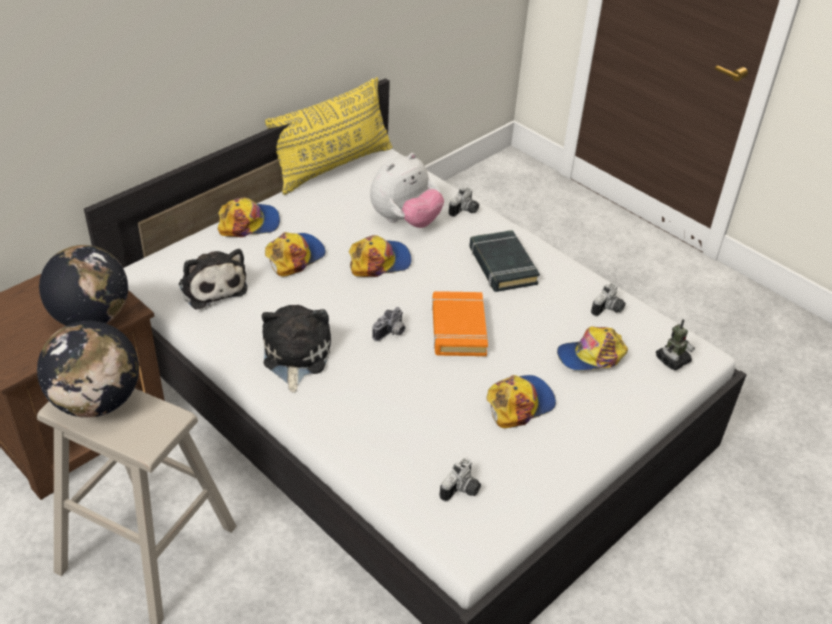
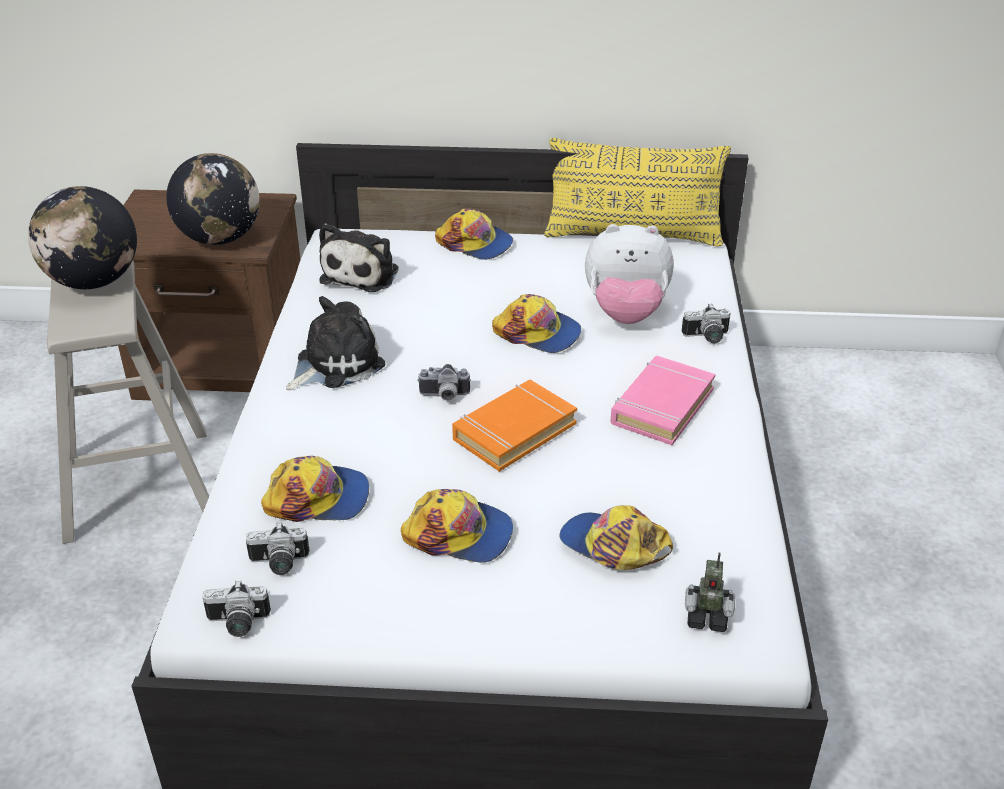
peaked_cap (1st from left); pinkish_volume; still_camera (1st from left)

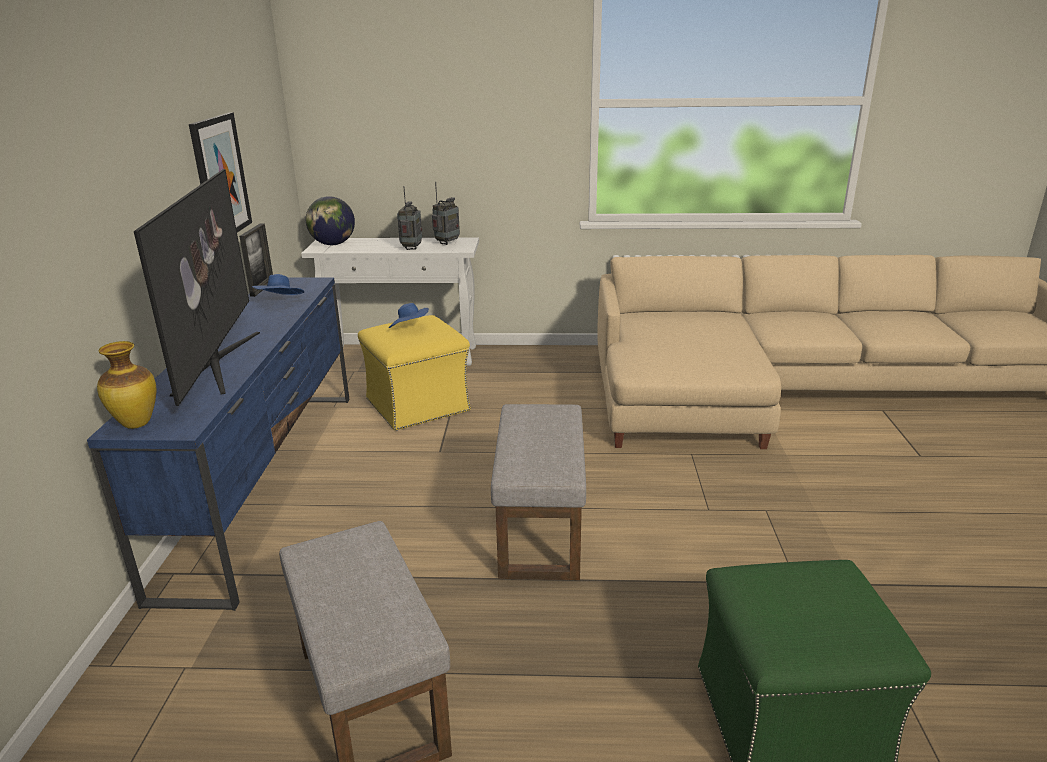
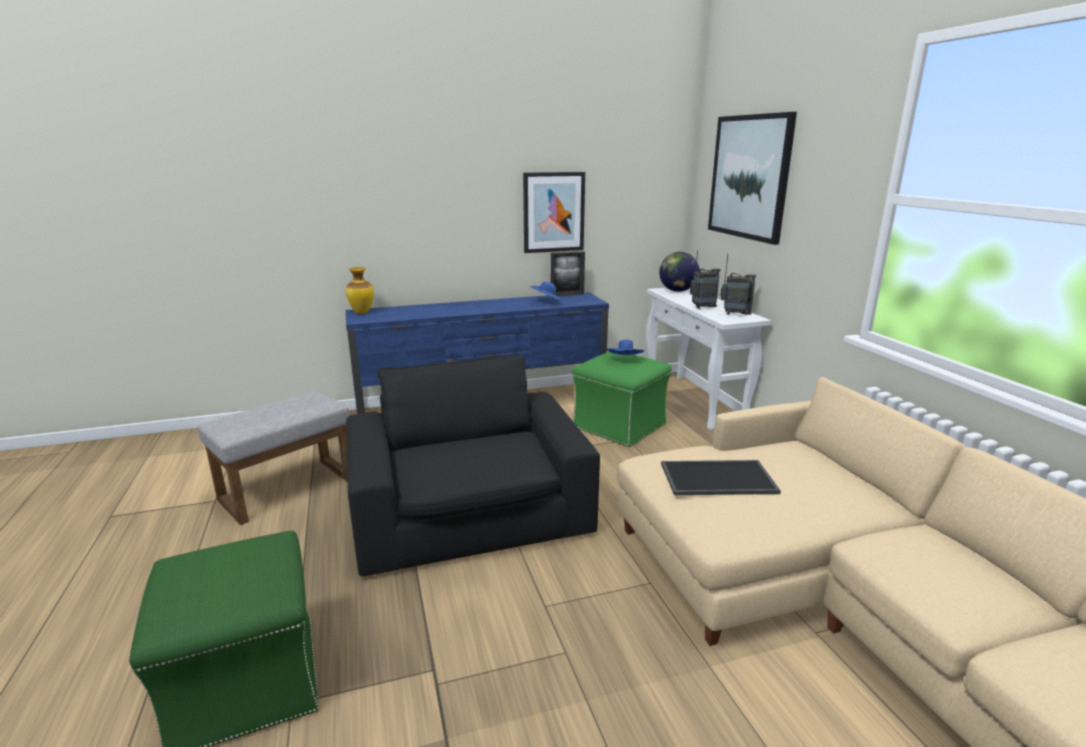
television; greenish_ottoman (2nd from left); black_lounge_chair; serving_tray; wall_art (2nd from left)

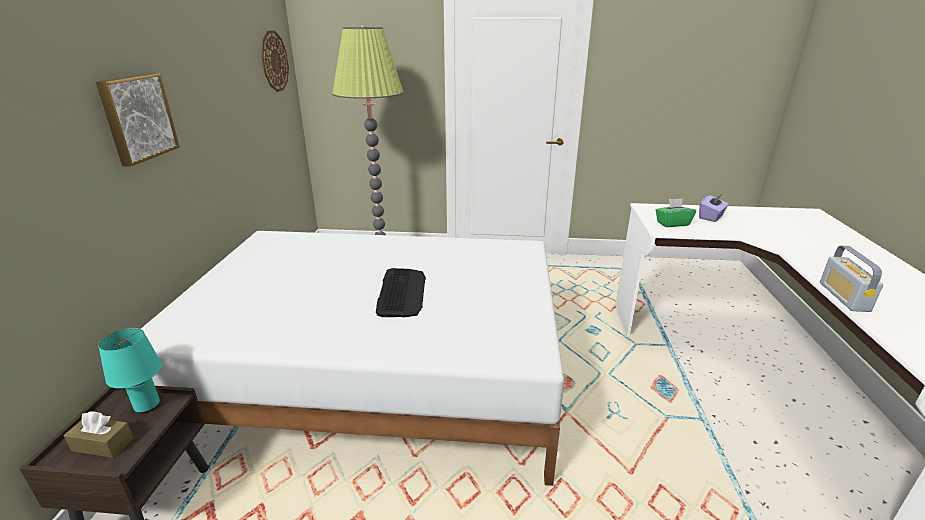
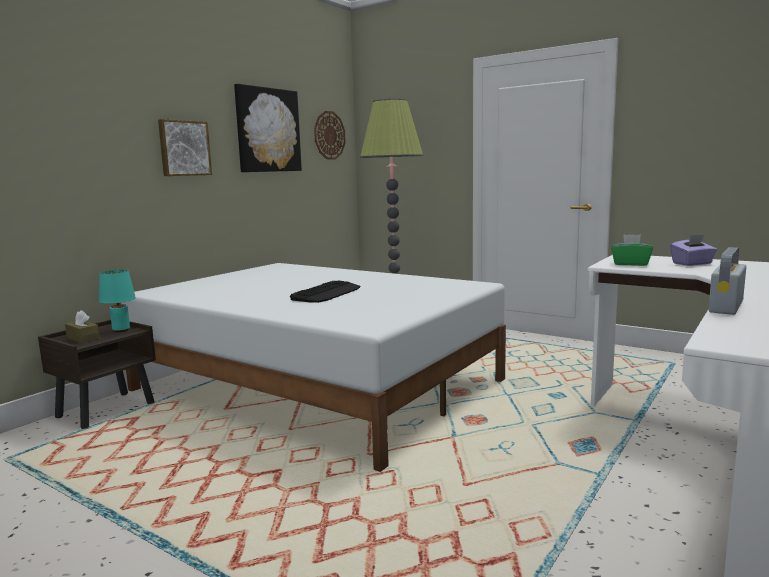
wall_art (2nd from left)

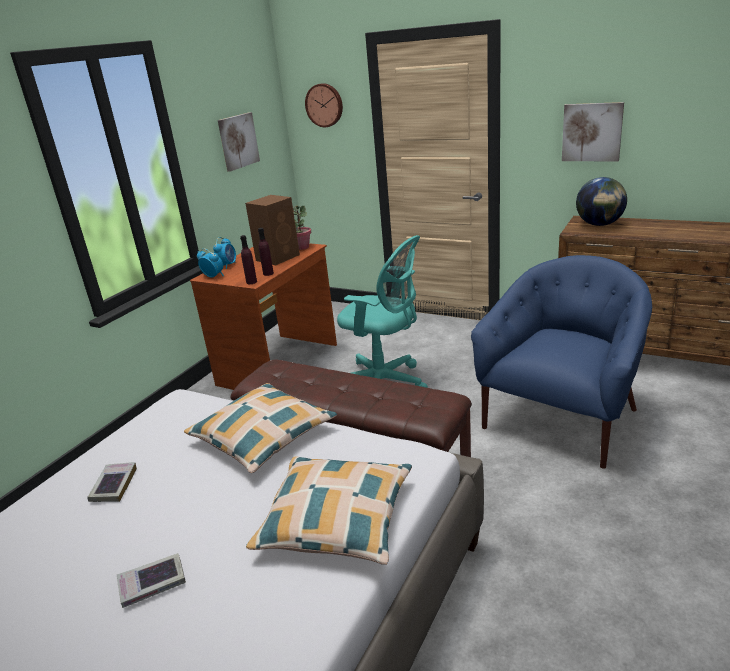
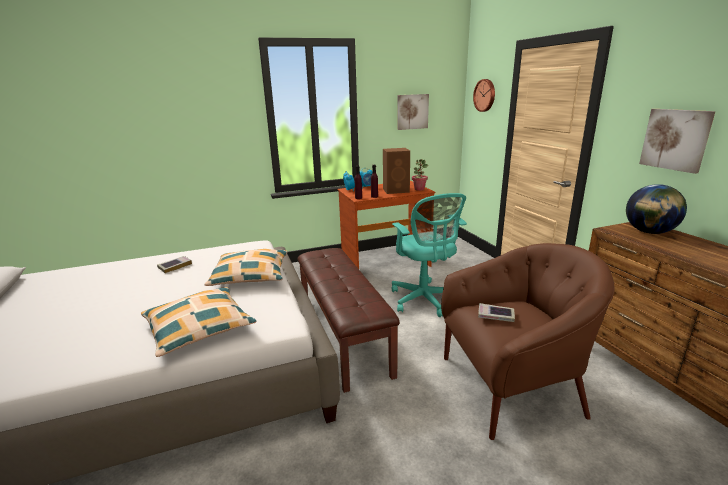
volume (2nd from left); brownish_lounge_chair

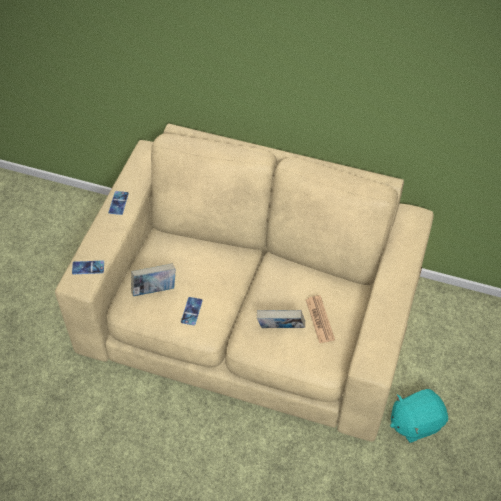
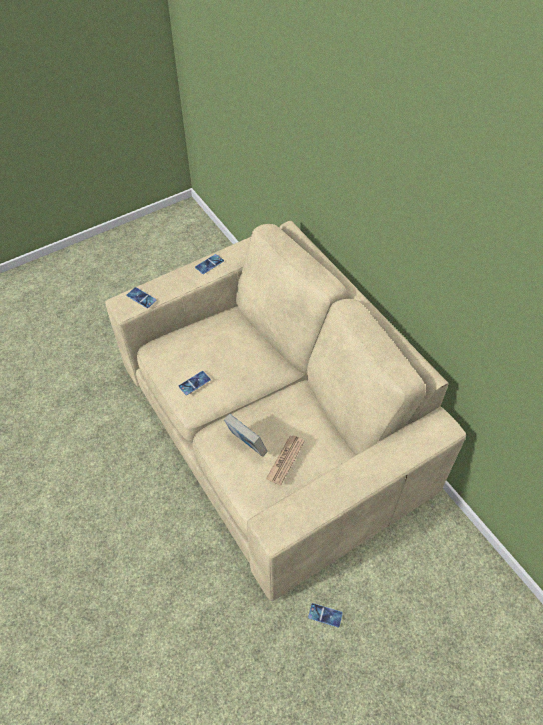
volume (1st from left in the first image); phone (4th from left)

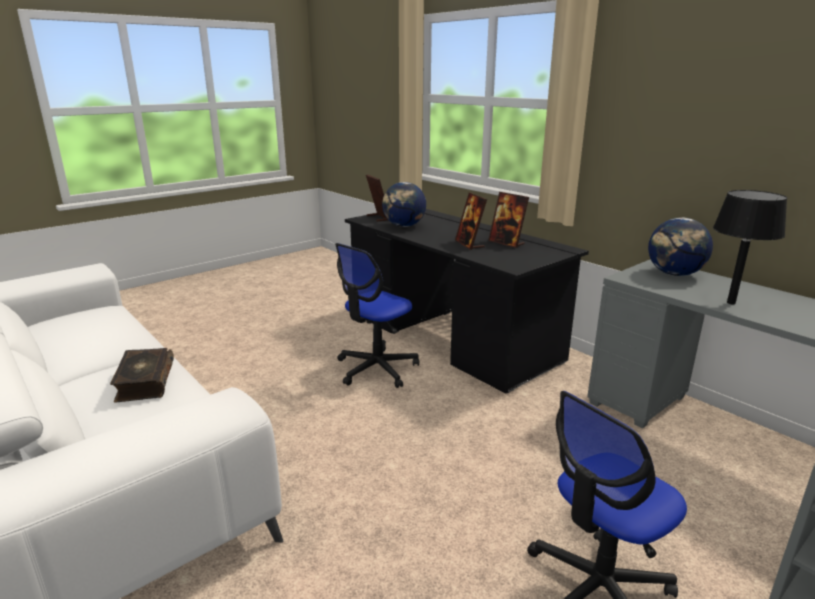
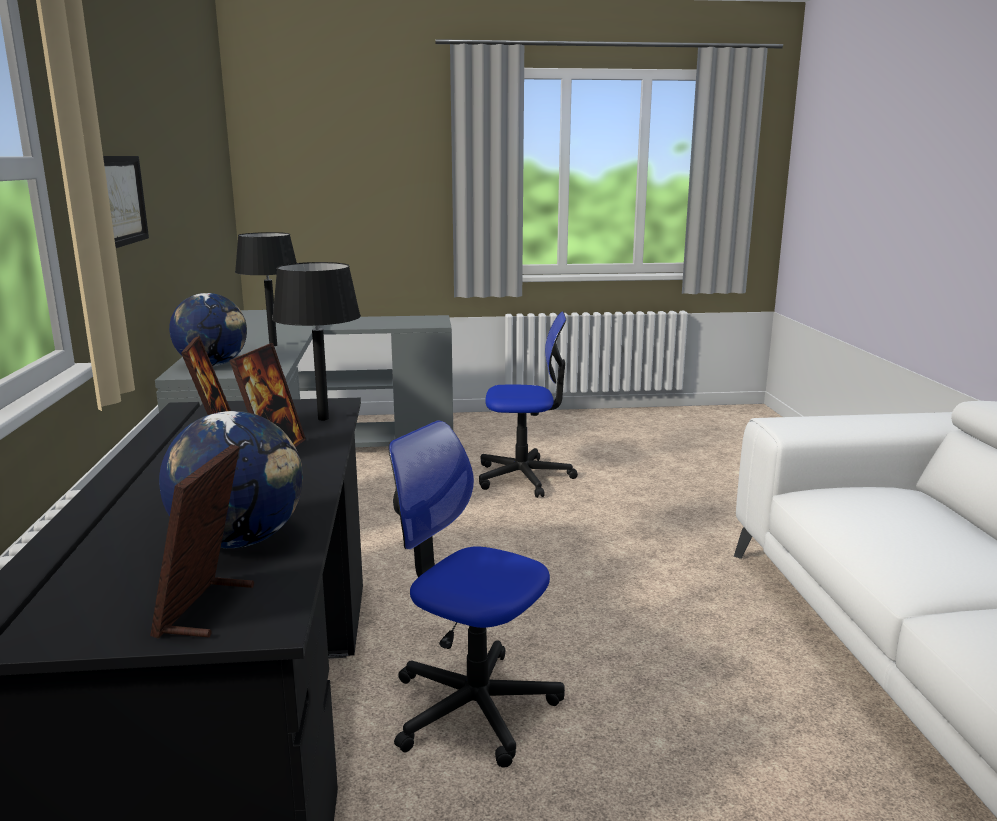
volume; office_chair (1st from left); wall_art; black_lamp_for_a_table (2nd from left)

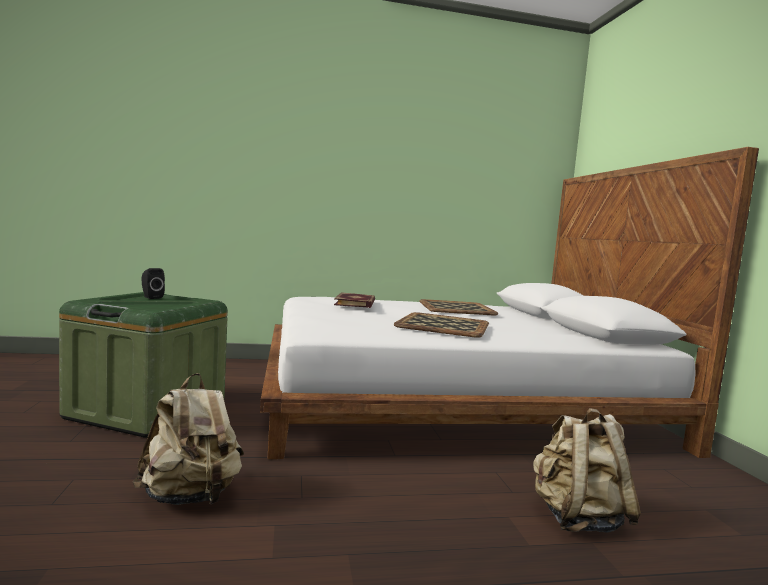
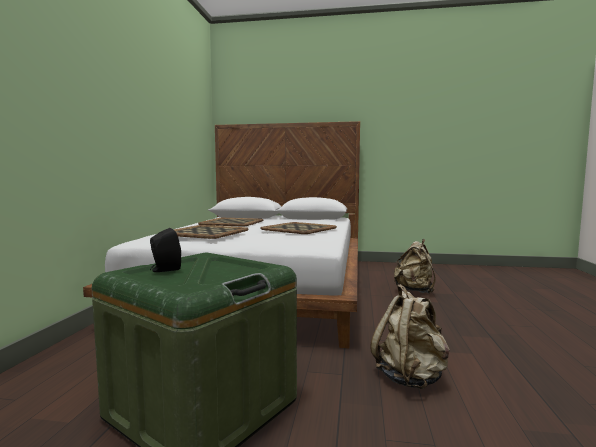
serving_tray (1st from left)

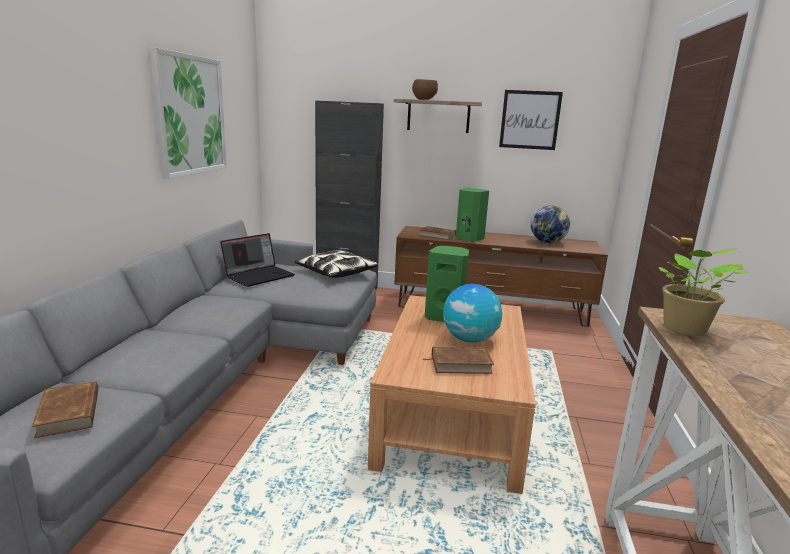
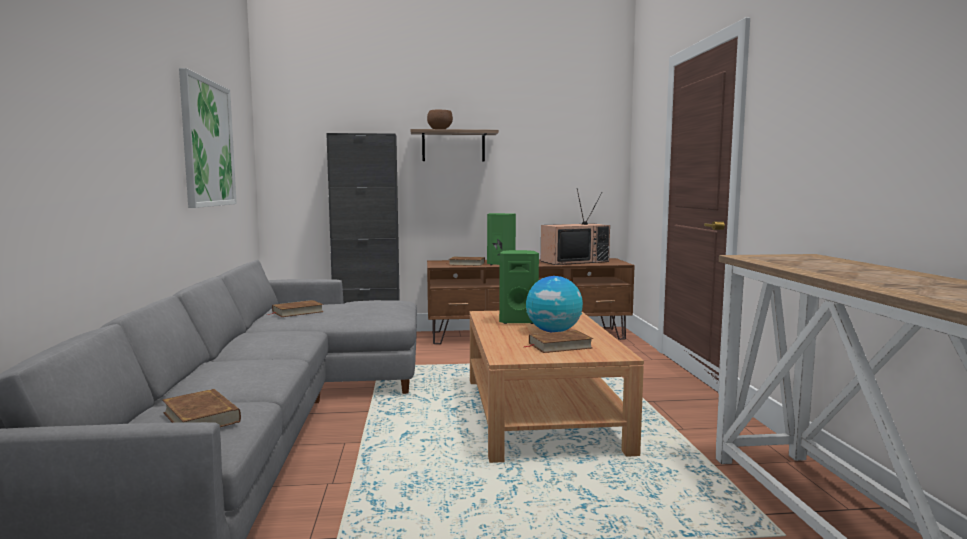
brownish_volume (2nd from left); pillow; wall_art (2nd from left in the first image); television; potted_plant

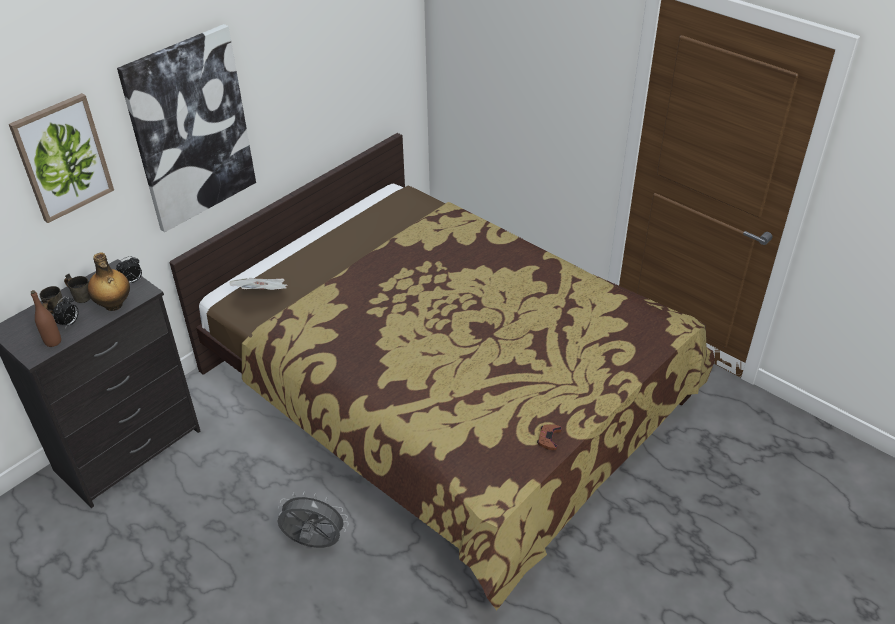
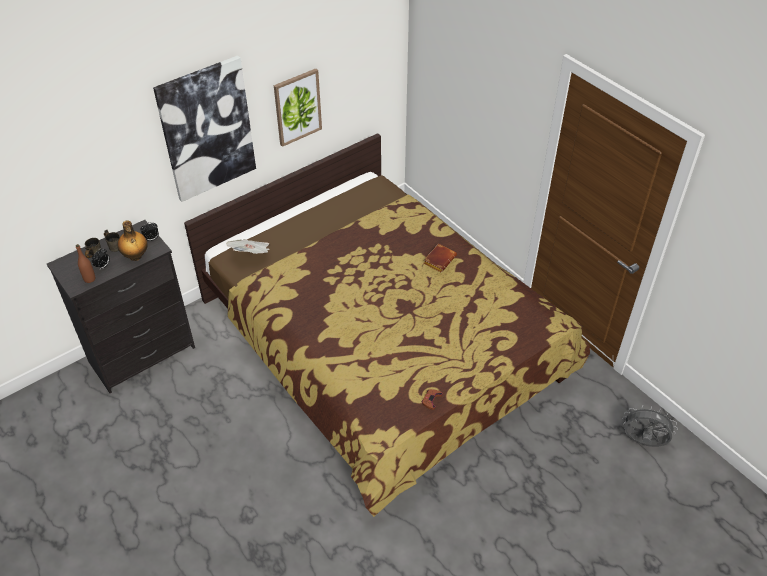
wall_art (2nd from left); grey_fan; brownish_volume

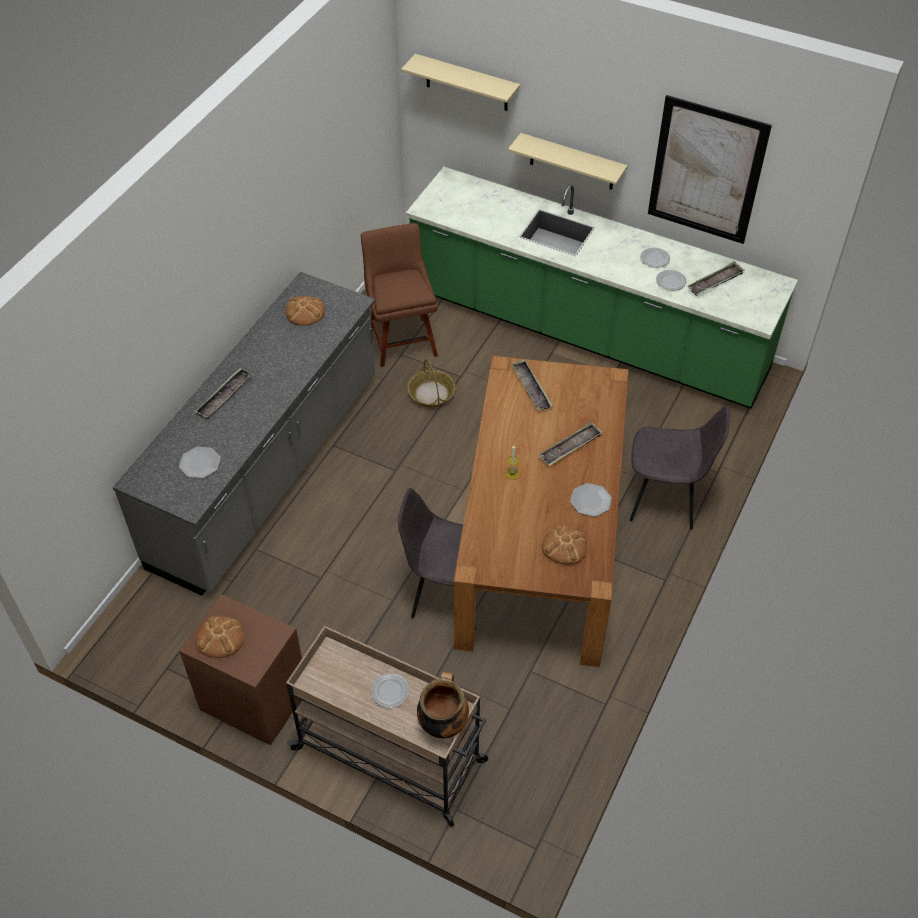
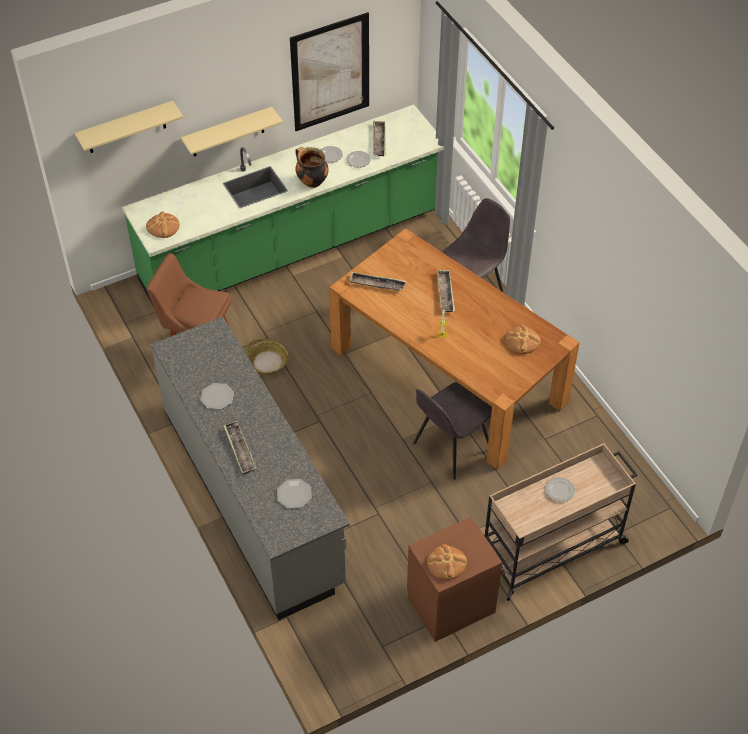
baked_bread (1st from left); stockpot; plate (1st from left)

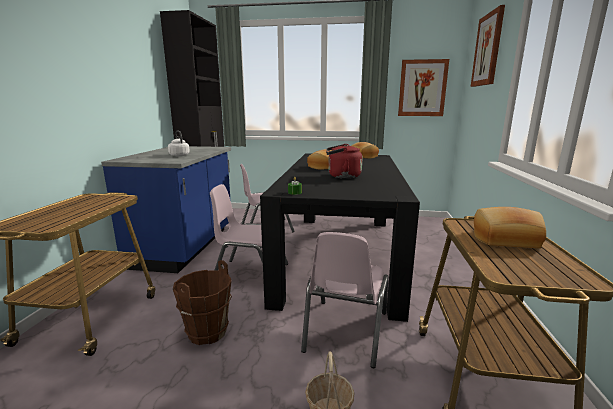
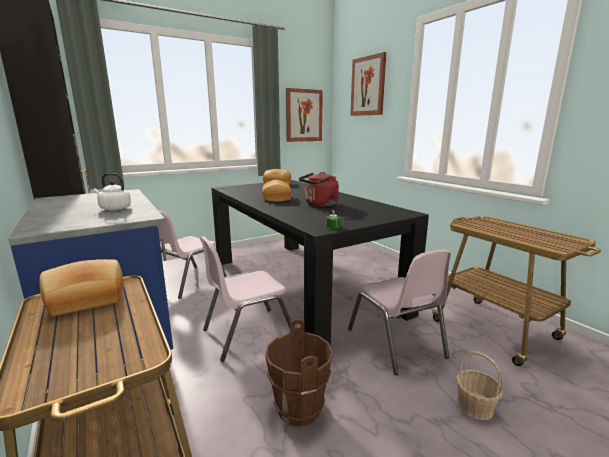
baked_bread (1st from left)

